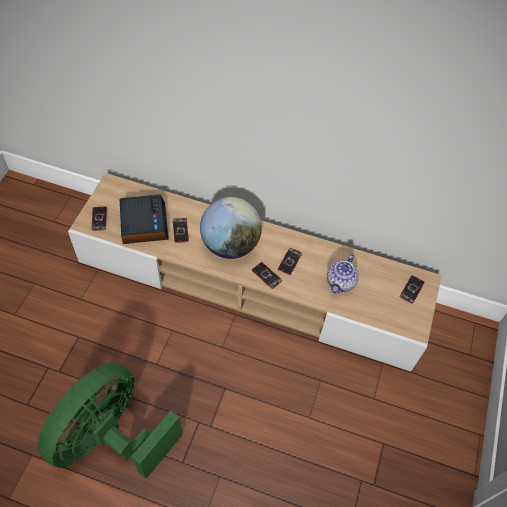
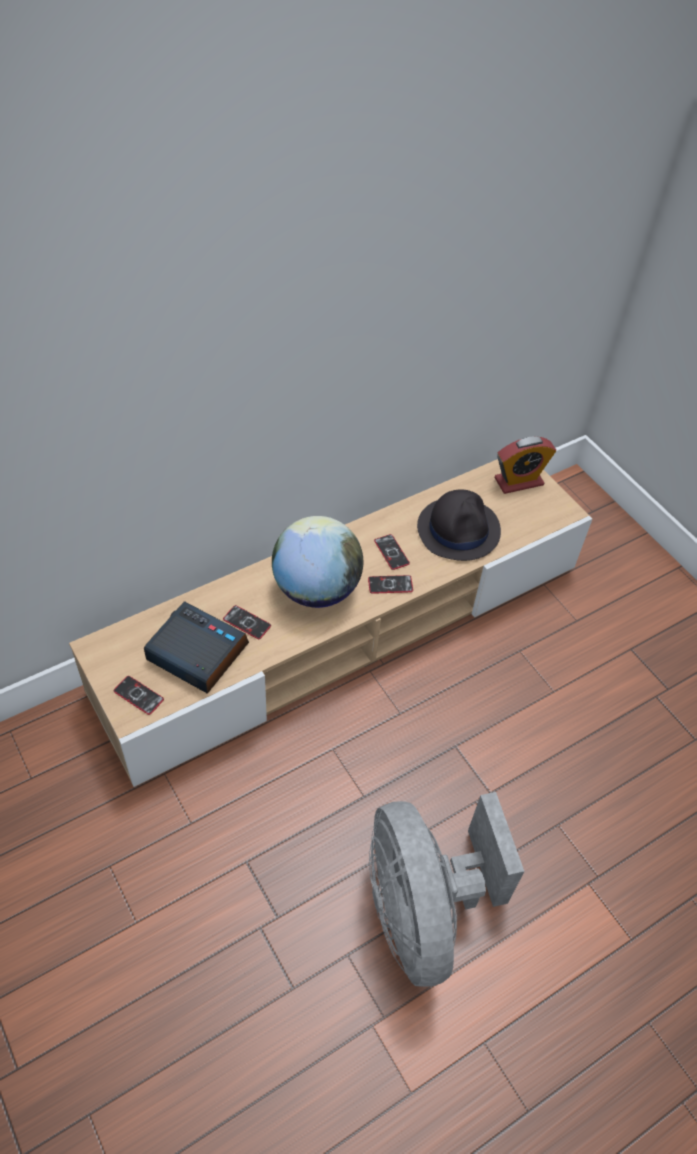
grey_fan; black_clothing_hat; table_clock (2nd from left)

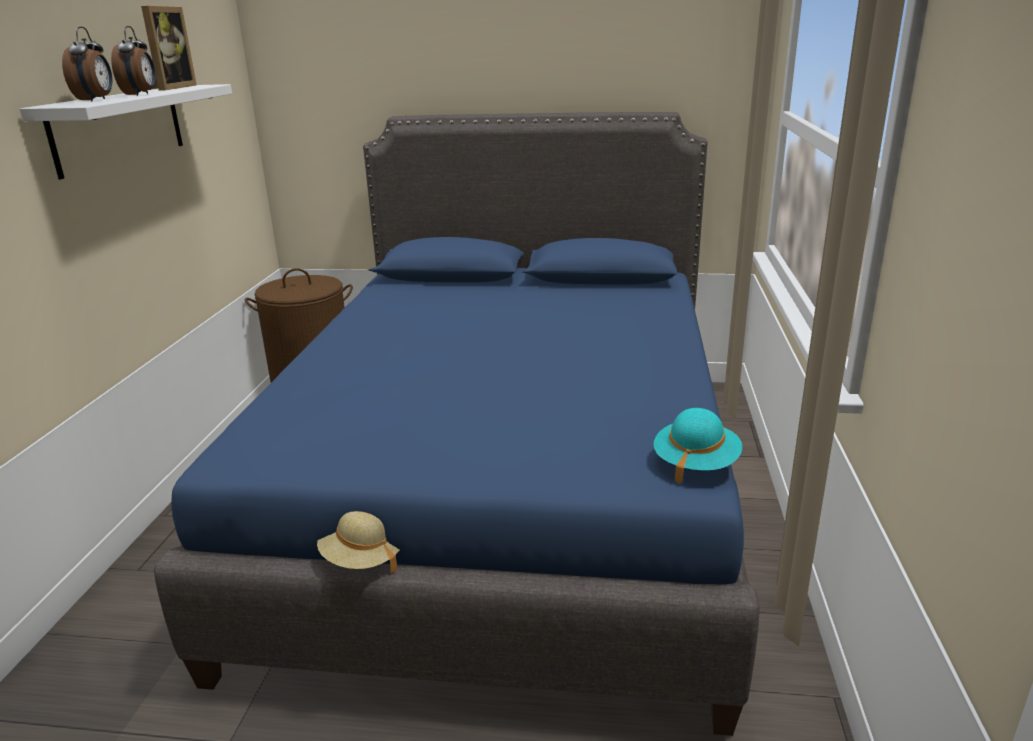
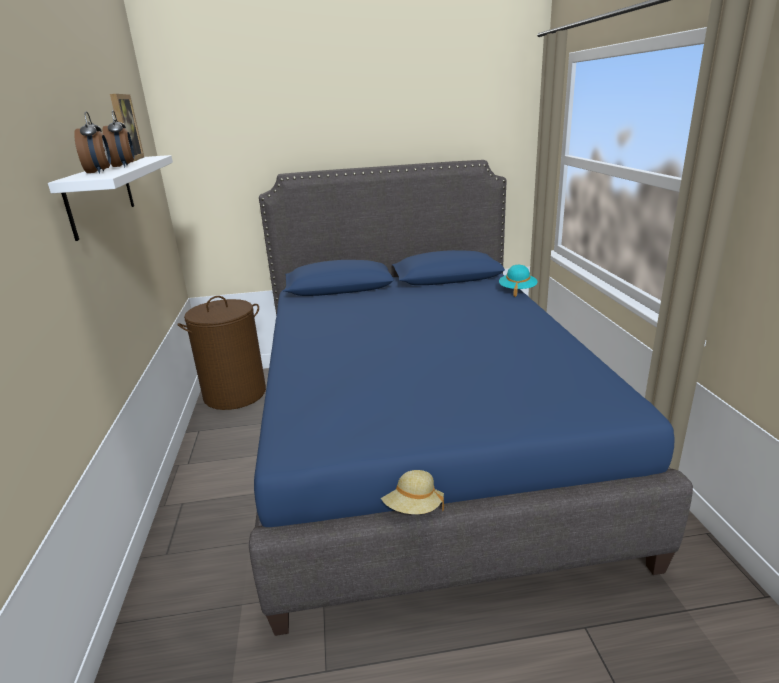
turquoise-coloured_clothing_hat

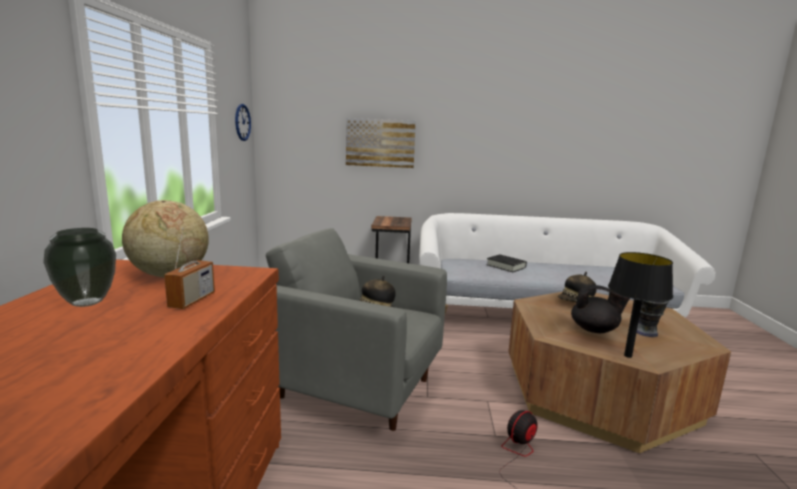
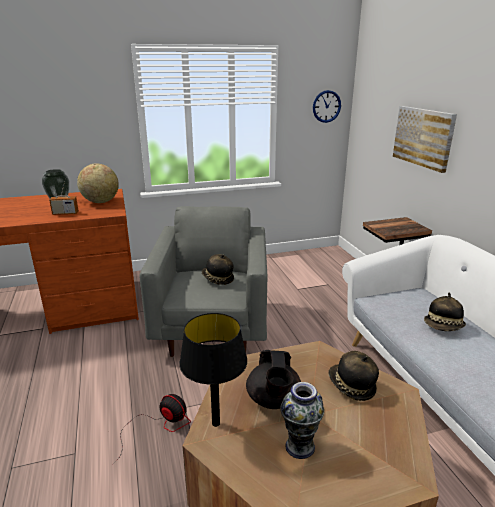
clothing_hat (3rd from left)

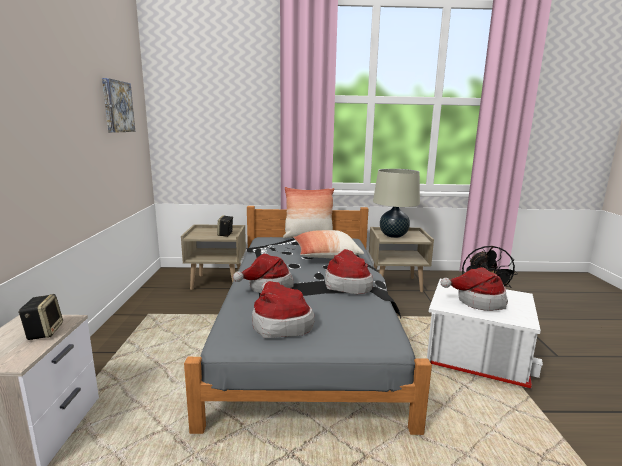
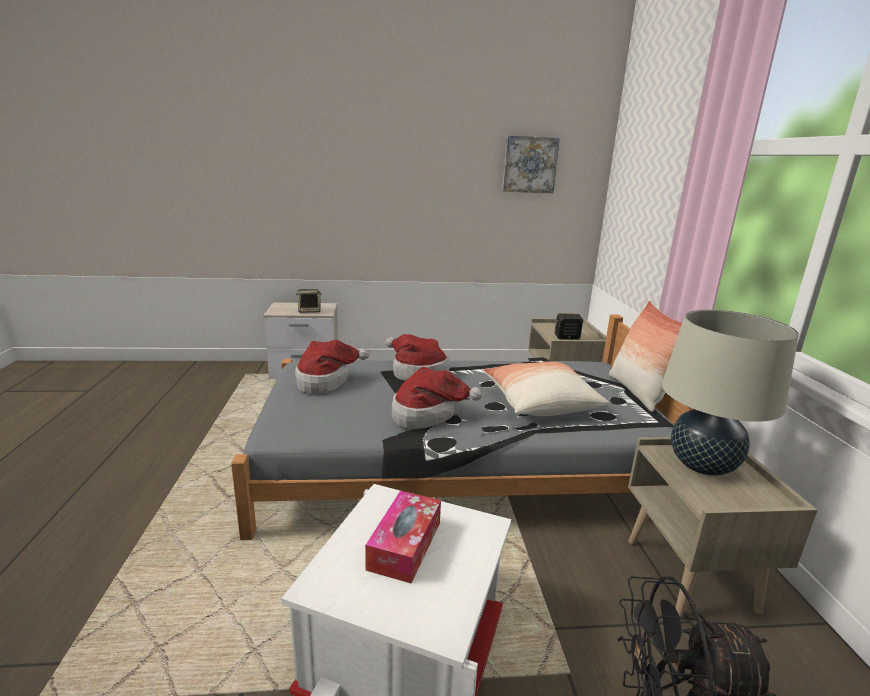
tissue_holder

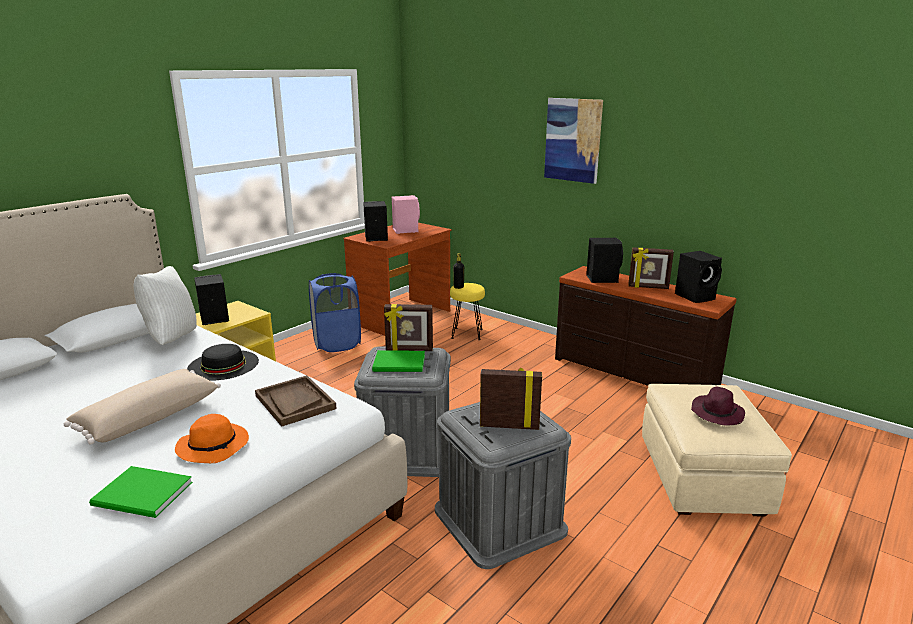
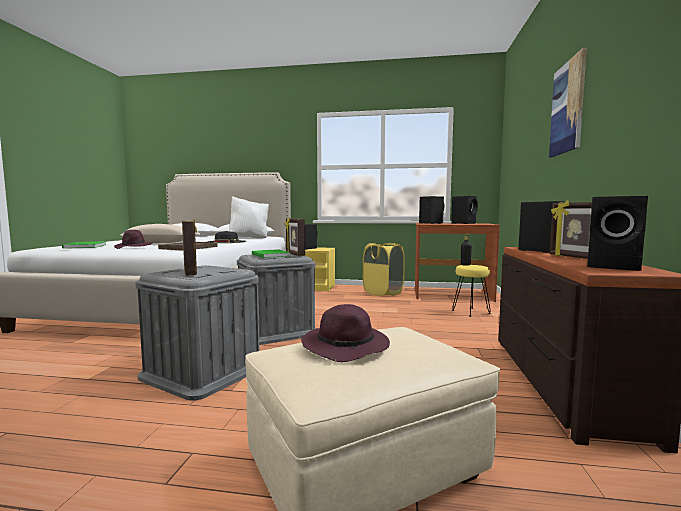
purplish_clothing_hat (1st from left); yellowish_washing_basket; black_loudspeaker (3rd from left)

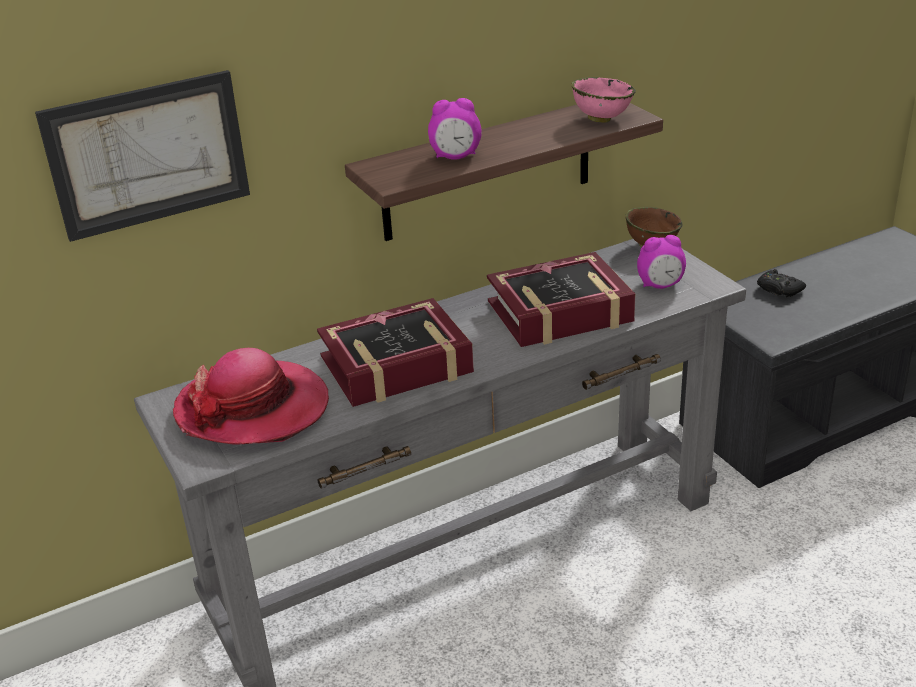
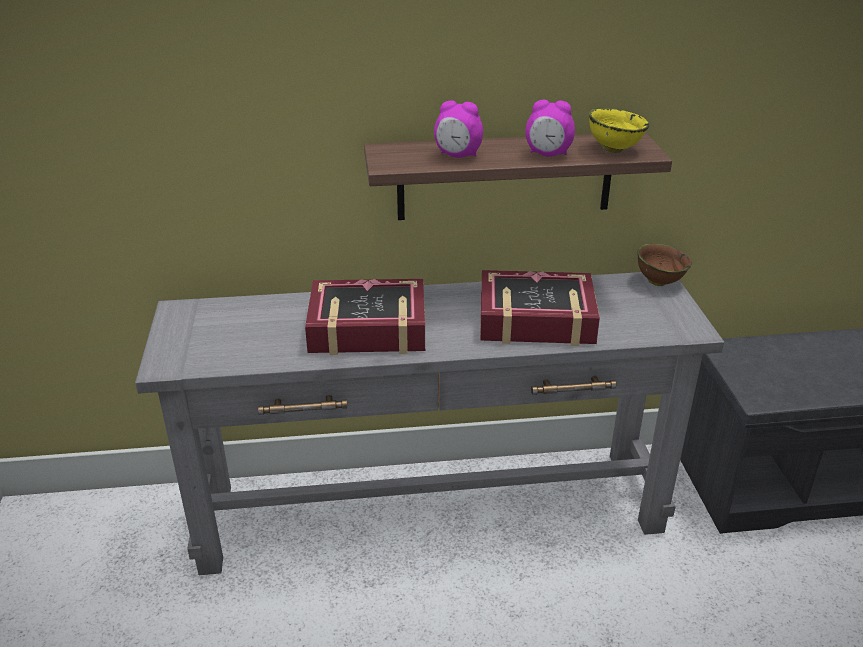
wall_art; clothing_hat; yellowish_serving_bowl; table_clock (2nd from left); black_joypad

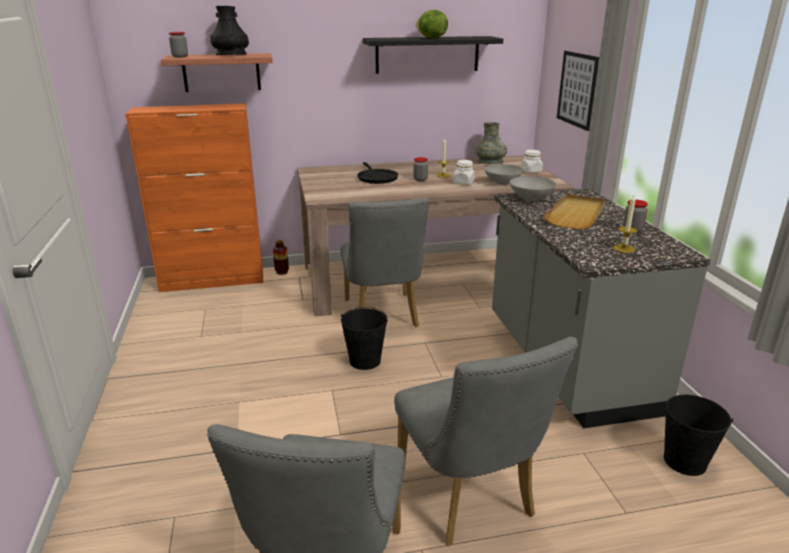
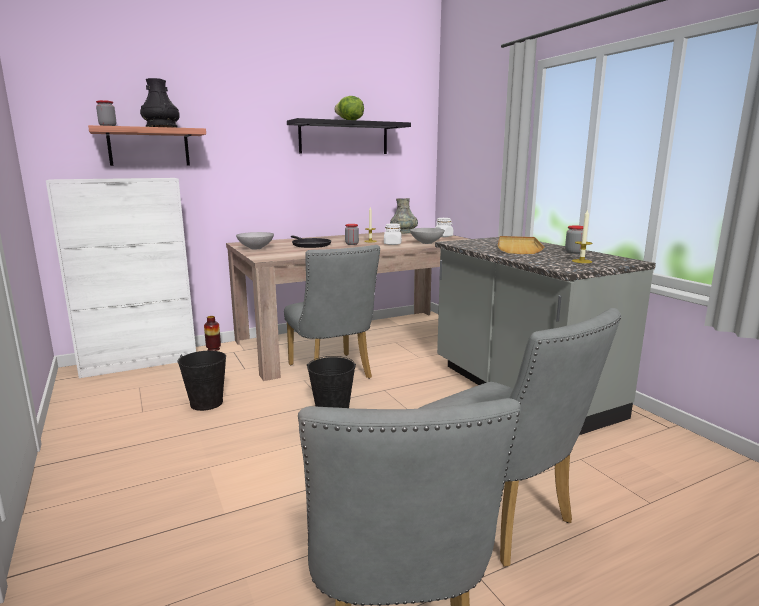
whitish_storage_cabinet; grey_serving_bowl (1st from left); wall_art; black_water_bucket (1st from left)

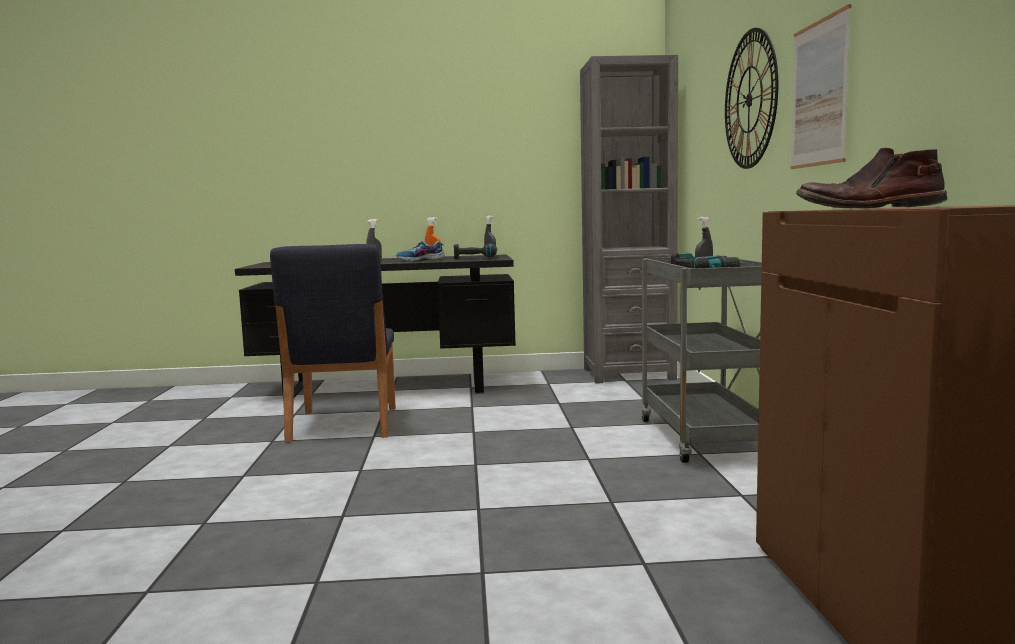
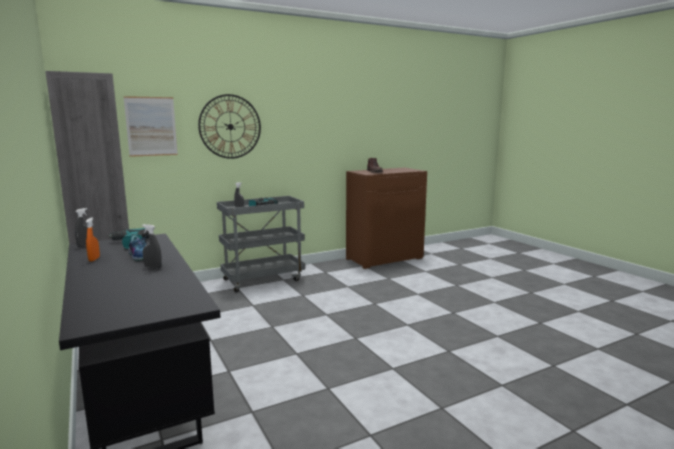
blue-coloured_upright_chair; wall_art

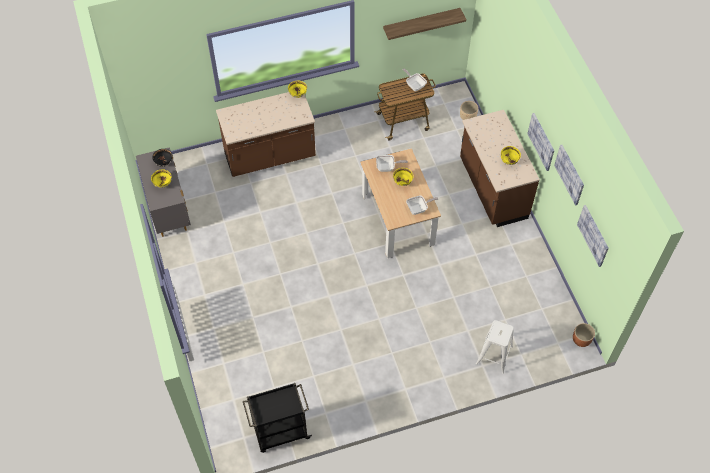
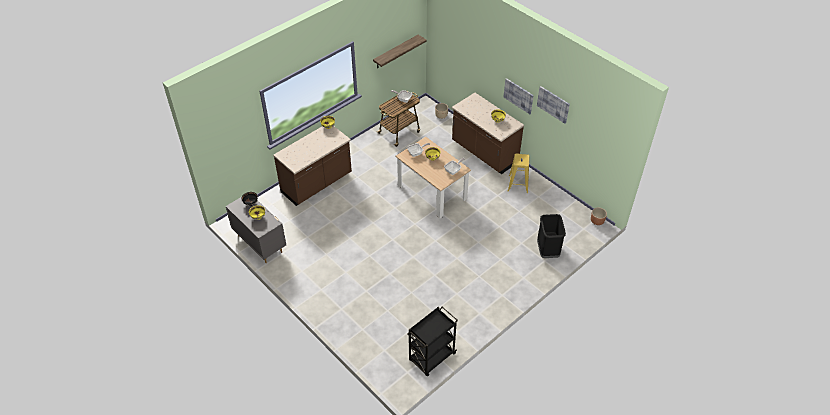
black_trash_can; wall_art (3rd from left in the first image); yellowish_sitting_stool

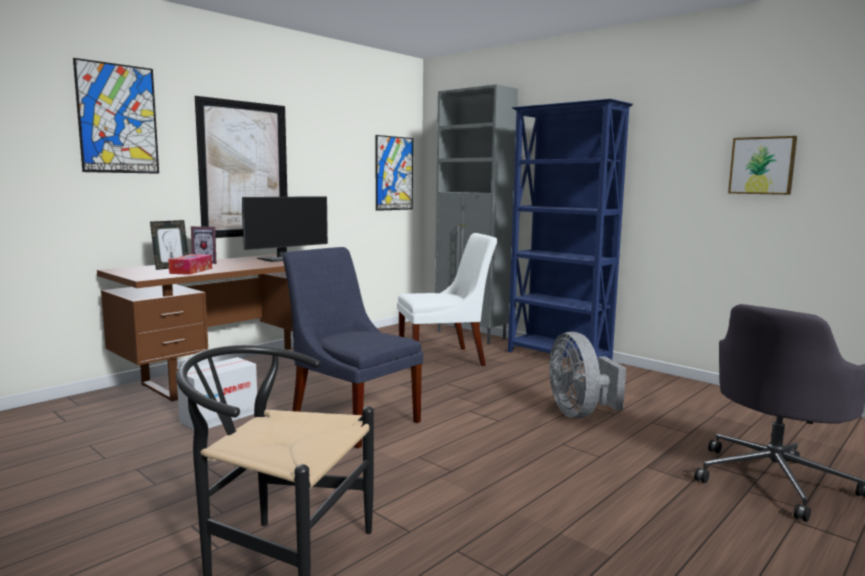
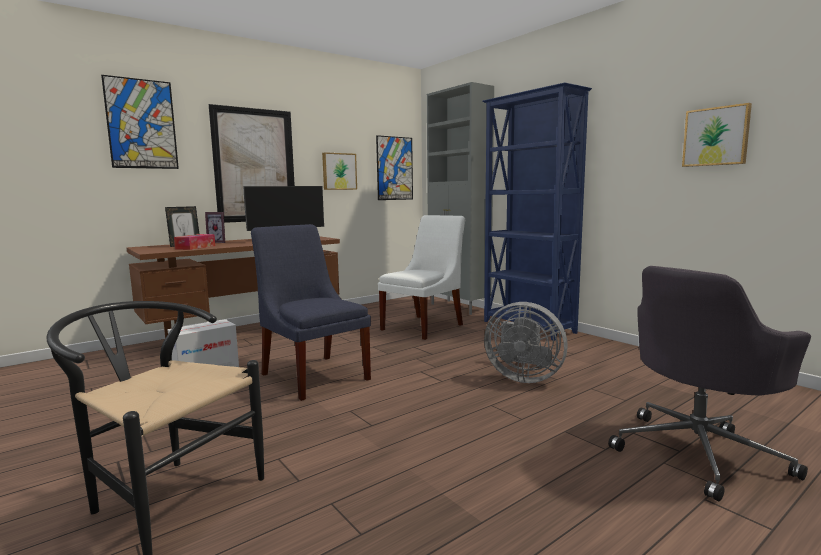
whitish_upright_chair; grey_fan; wall_art (3rd from left)

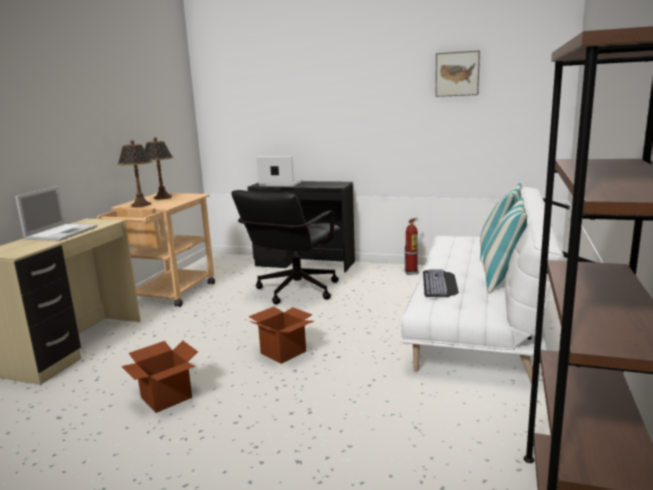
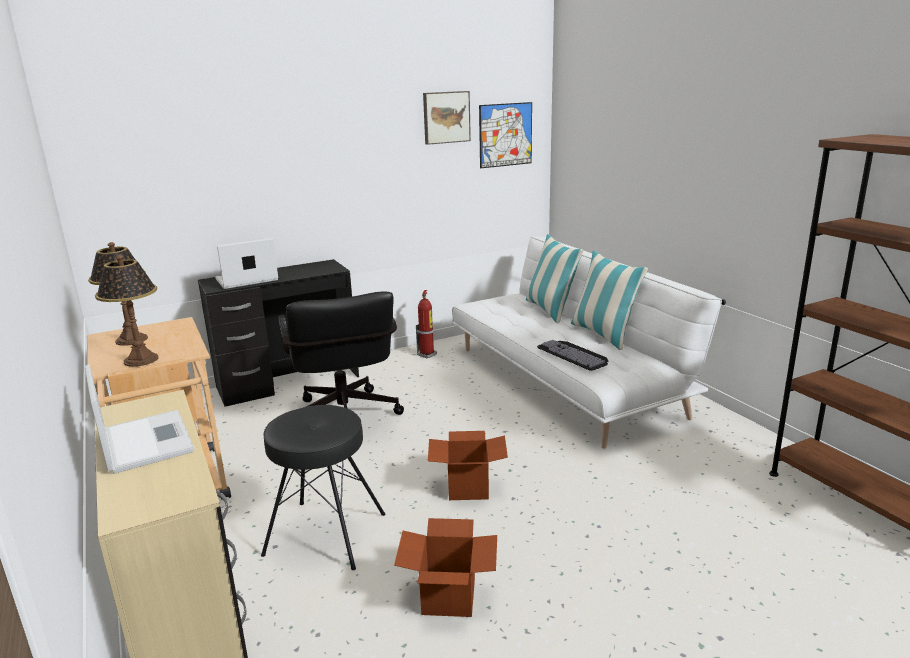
black_sitting_stool; wall_art (2nd from left)

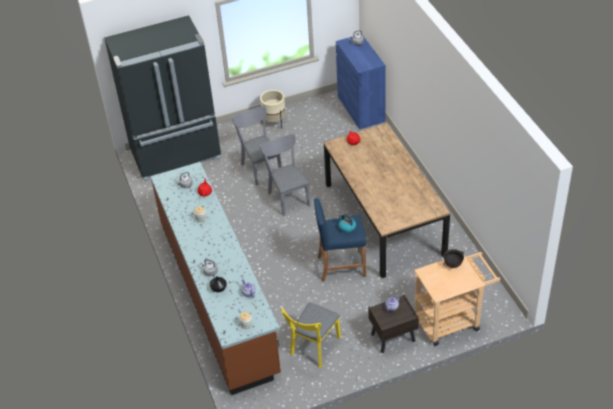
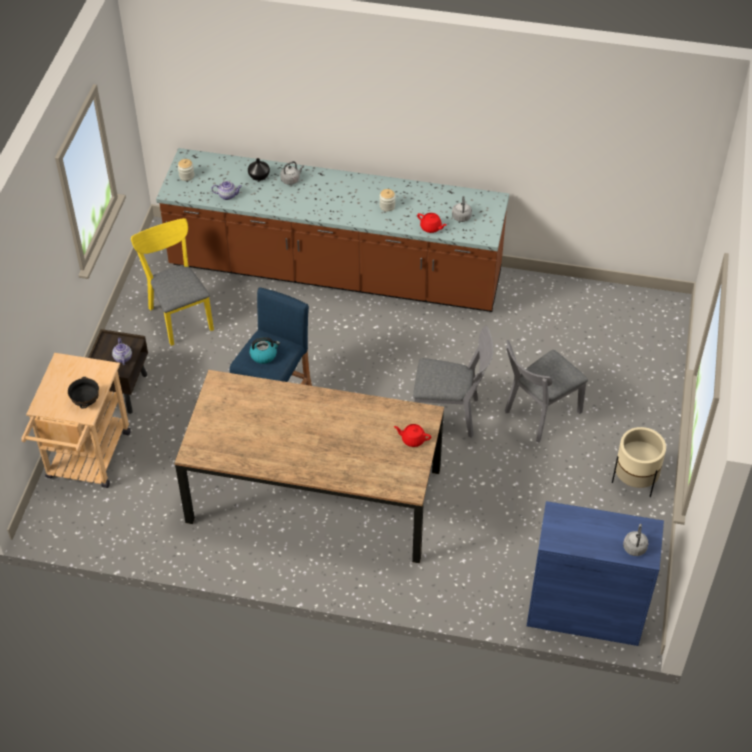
black_kitchen_fridge; grey_upright_chair (2nd from left)

